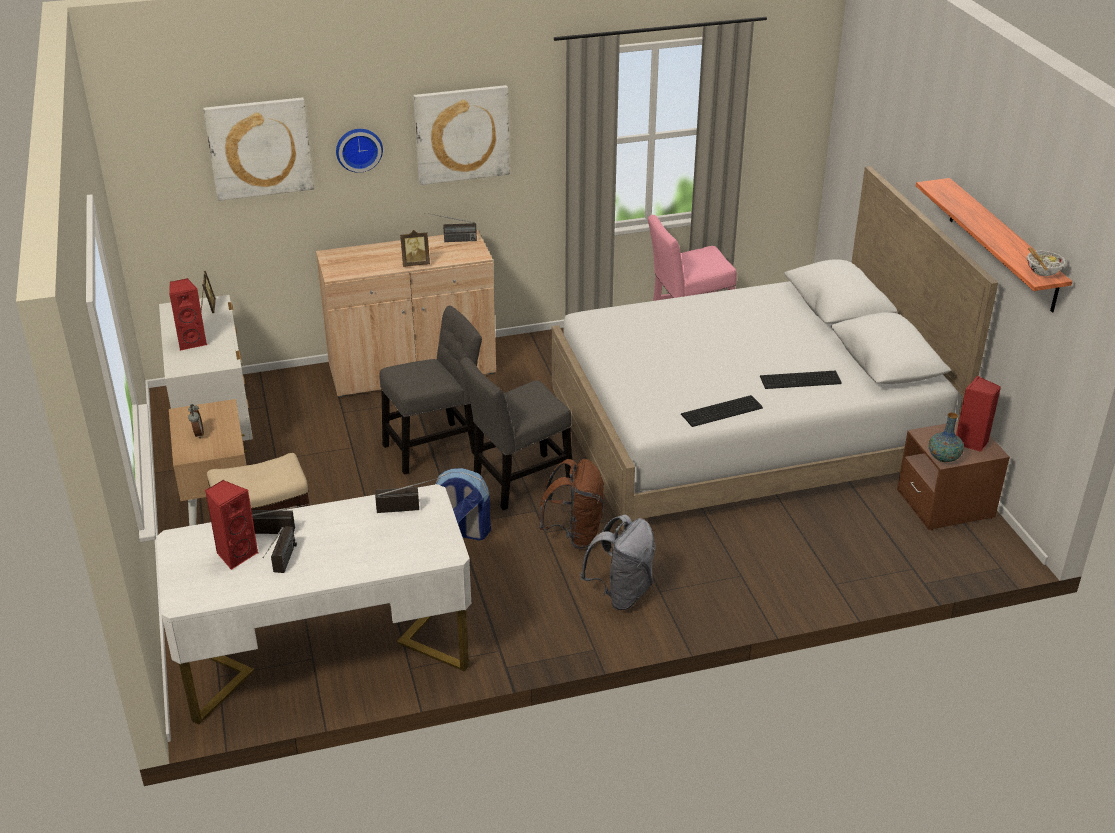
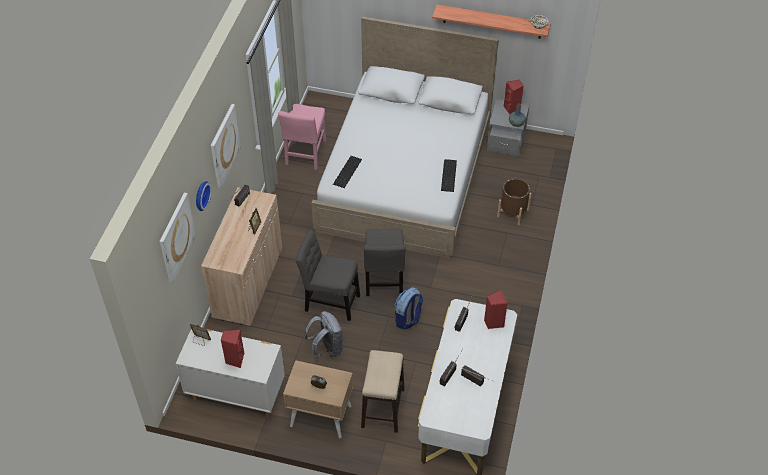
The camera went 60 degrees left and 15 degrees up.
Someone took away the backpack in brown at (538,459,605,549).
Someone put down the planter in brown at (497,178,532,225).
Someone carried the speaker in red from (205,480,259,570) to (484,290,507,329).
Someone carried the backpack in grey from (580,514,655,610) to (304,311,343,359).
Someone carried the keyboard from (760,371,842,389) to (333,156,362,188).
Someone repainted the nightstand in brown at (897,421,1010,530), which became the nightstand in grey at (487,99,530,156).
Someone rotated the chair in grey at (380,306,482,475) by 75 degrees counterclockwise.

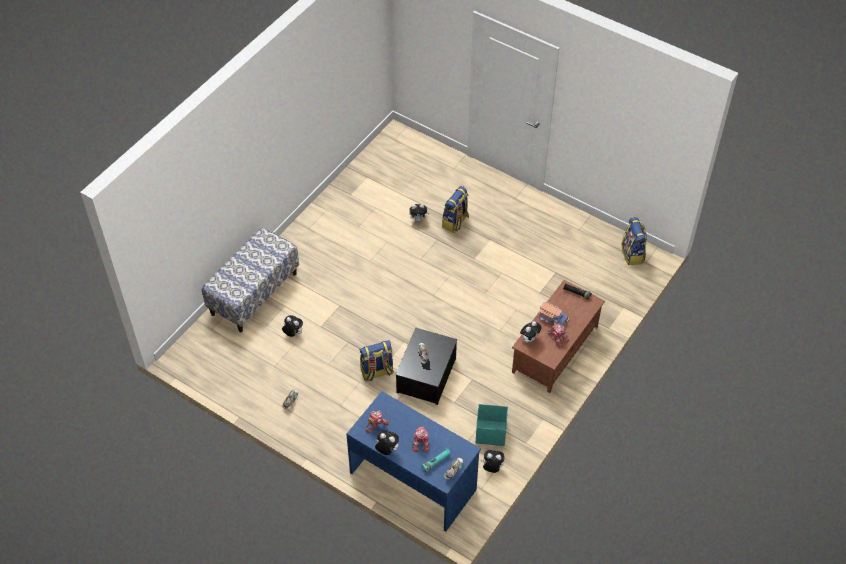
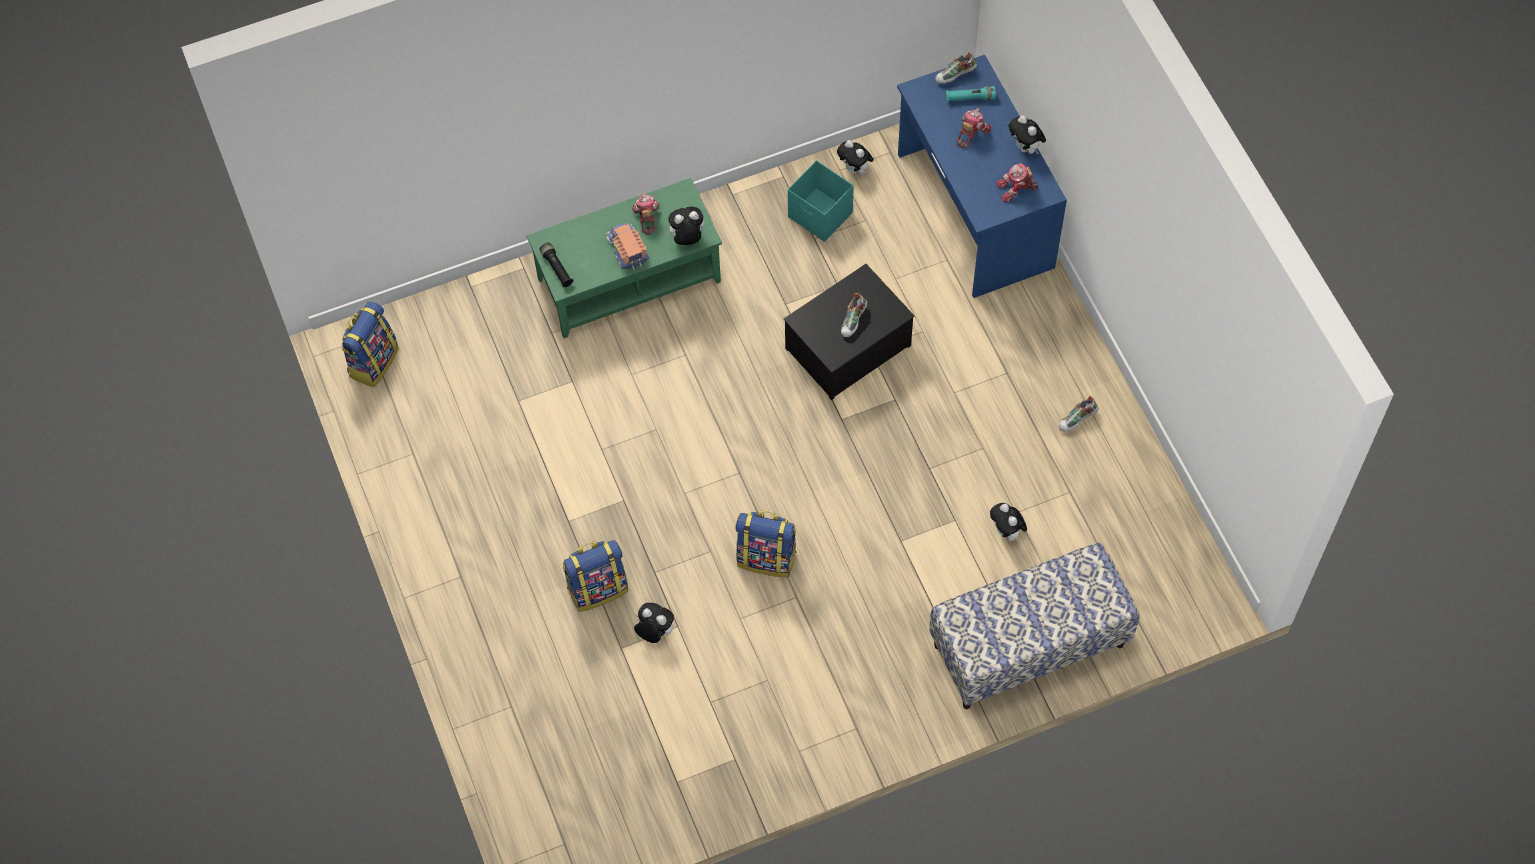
The camera went 145 degrees left and 10 degrees up.
Someone carried the backpack from (360,340,394,382) to (736,511,797,577).
Someone repainted the coffee table in brown at (512,280,605,393), which became the coffee table in green at (527,178,722,338).

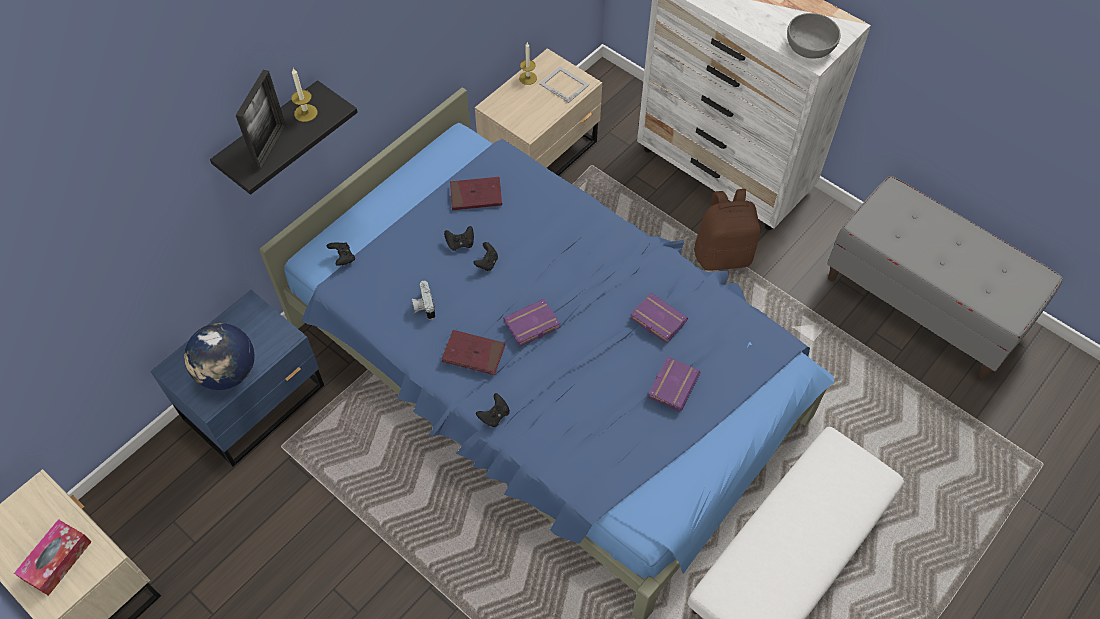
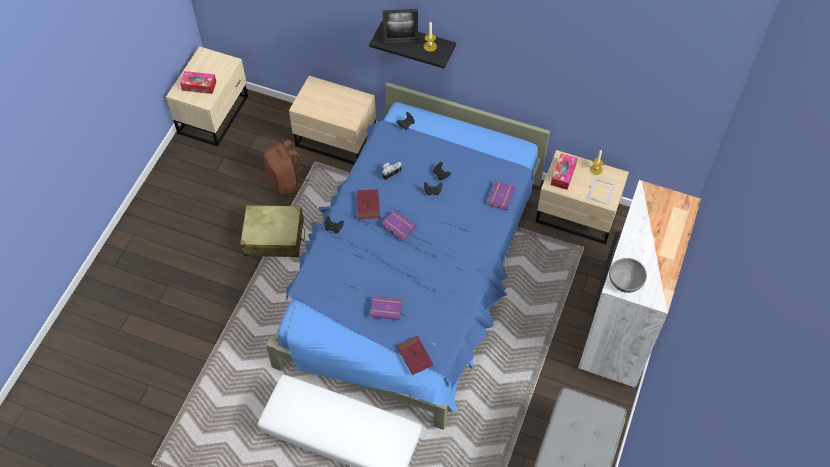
The camera went 70 degrees right and 0 degrees up.
Someone took away the globe at (184,323,255,390).
Someone put down the suitcase in beige at (240,205,305,257).
Someone put down the tissue box at (551,153,578,190).
Someone carried the book in red from (450,177,502,210) to (397,336,433,375).
Someone carried the book in purple from (630,293,688,343) to (487,181,516,210).
Someone carried the backpack in brown from (694,189,760,271) to (263,140,309,196).
Someone repainted the nightstand in blue at (150,290,324,467), which became the nightstand in beige at (289,76,376,164).

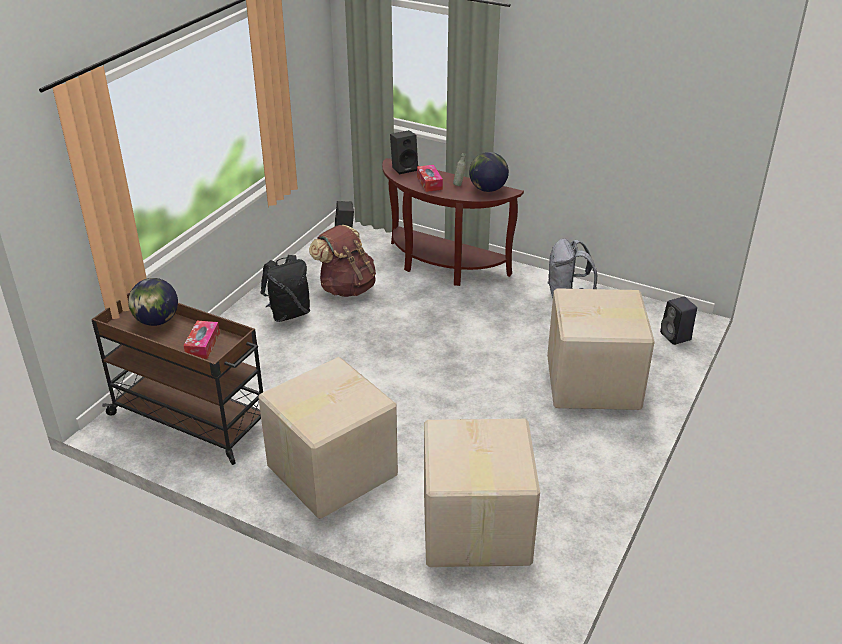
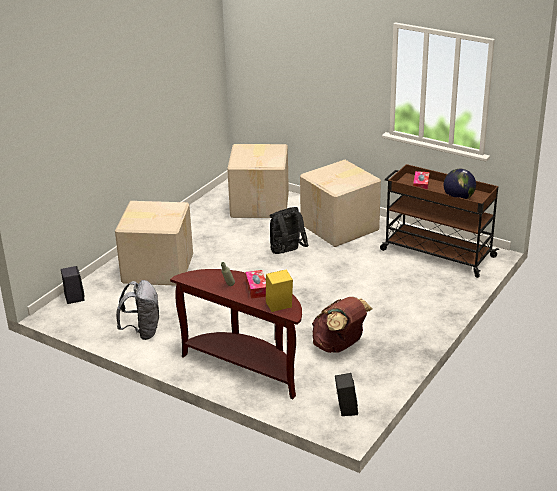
The camera went 175 degrees left and 5 degrees down.
Someone took away the globe at (469,152,509,192).
Someone carried the backpack in black from (261,255,310,322) to (270,207,309,254).
Someone repainted the speaker in black at (390,130,418,175), which became the speaker in yellow at (266,269,293,312).

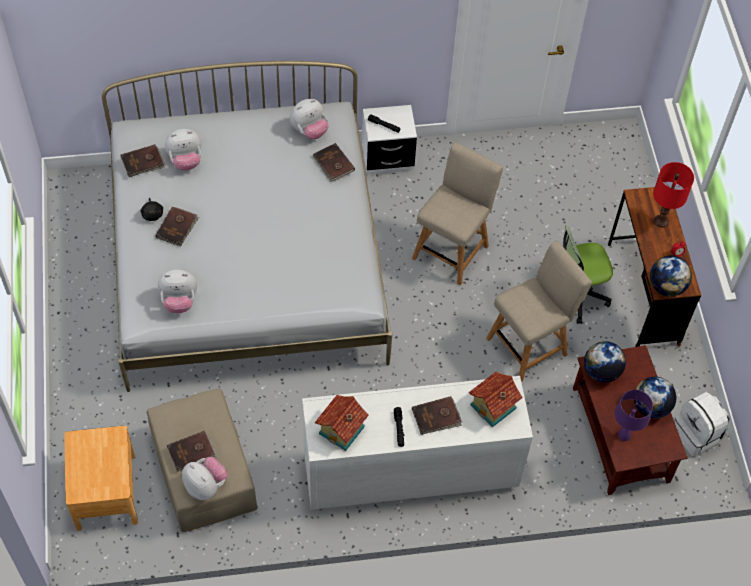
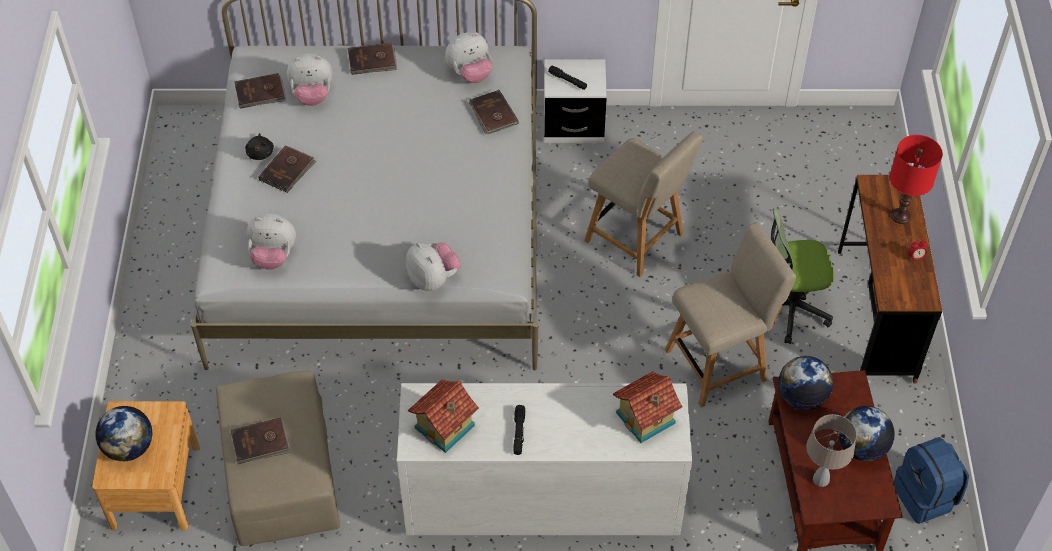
The camera went 10 degrees right and 5 degrees down.
Someone carried the plush toy from (182,457,228,500) to (406,242,461,291).
Someone carried the book in brown from (412,396,462,435) to (348,43,397,75).
Someone carried the globe from (650,255,692,297) to (95,406,152,461).
Someone repainted the table lamp in purple at (614,390,653,441), which became the table lamp in beige at (806,414,857,487).
Someone repainted the backpack in white at (675,392,731,457), which became the backpack in blue at (894,437,969,524).
Someone rotated the chair in beige at (412,142,503,285) by 90 degrees clockwise.

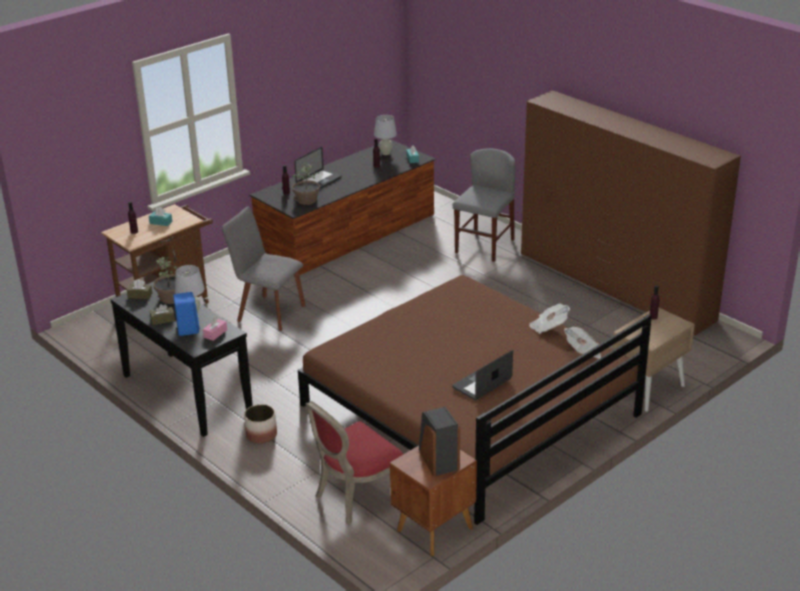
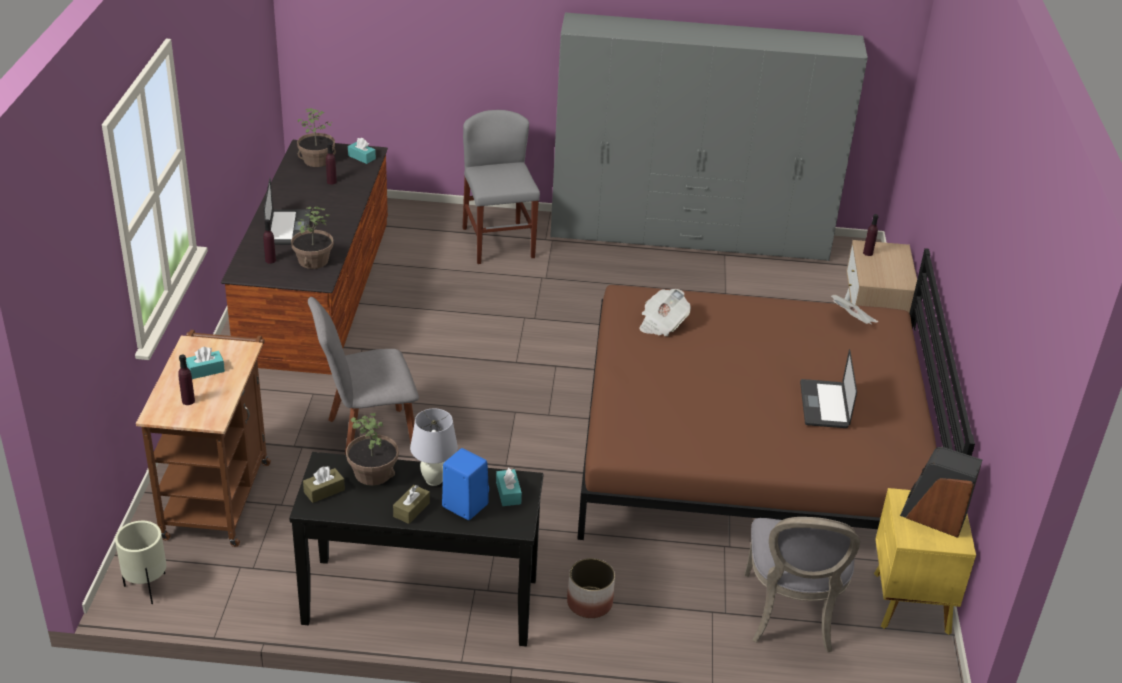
The camera went 45 degrees left and 5 degrees up.
Someone put down the planter in beige at (115,521,166,604).
Someone carried the newspaper from (529,304,570,334) to (639,289,691,336).
Someone swapped the table lamp in white at (374,115,397,155) for the potted plant at (297,108,336,167).
Someone repainted the tissue box in pink at (203,317,227,341), which became the tissue box in turquoise at (496,468,522,506).
Someone repainted the chair in red at (305,401,403,524), which became the chair in grey at (745,517,860,652).
Someone repainted the nightstand in brown at (390,445,477,556), which became the nightstand in yellow at (874,488,976,635).
Someone repainted the wardrobe in brown at (521,90,741,336), which became the wardrobe in grey at (550,12,868,261).

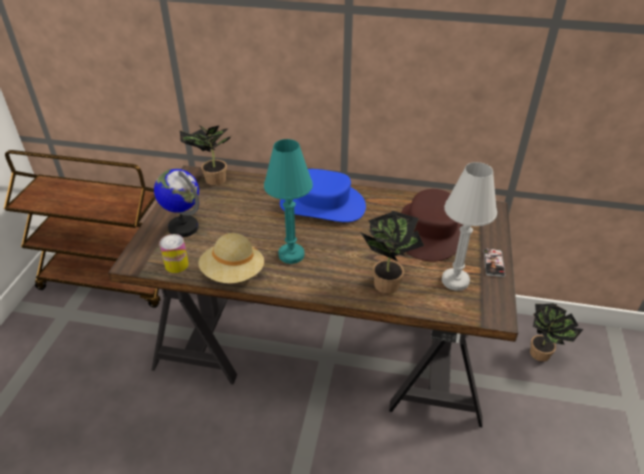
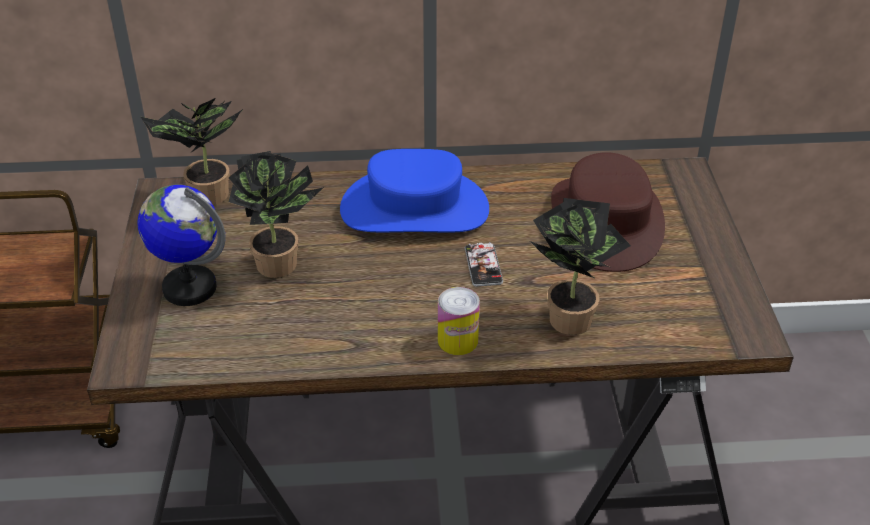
The camera went 15 degrees left and 0 degrees up.
Someone took away the hat in beige at (198,233,264,283).
Someone took away the table lamp in turquoise at (264,139,313,264).
Someone took away the table lamp in white at (442,162,497,291).
Someone carried the can from (159,234,189,273) to (438,287,480,355).
Someone carried the phone from (483,249,506,277) to (465,242,503,287).
Someone carried the potted plant from (530,303,584,362) to (228,151,324,278).

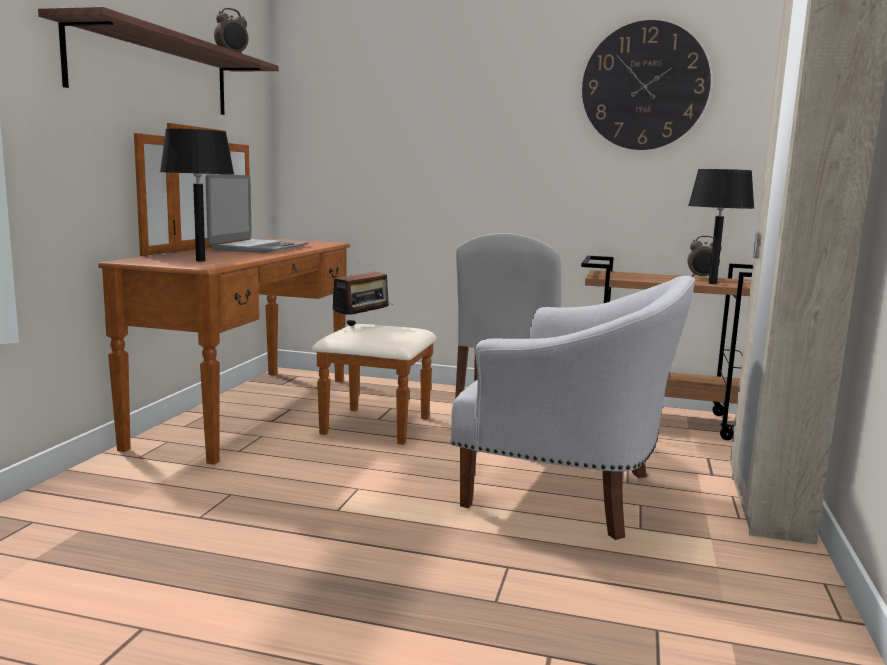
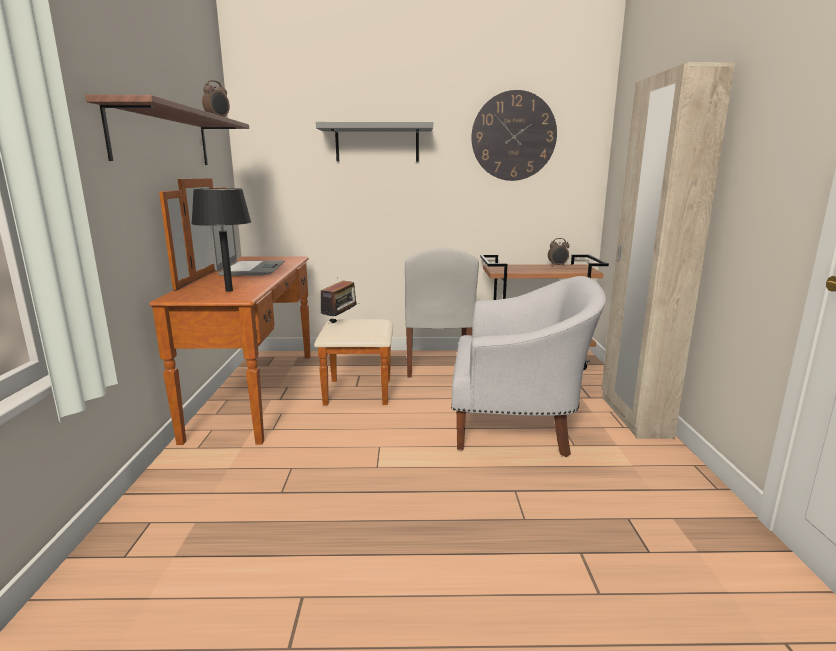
The camera went 15 degrees left and 5 degrees up.
Someone took away the table lamp in black at (688,169,754,284).
Someone put up the shelf in grey at (316,122,433,162).

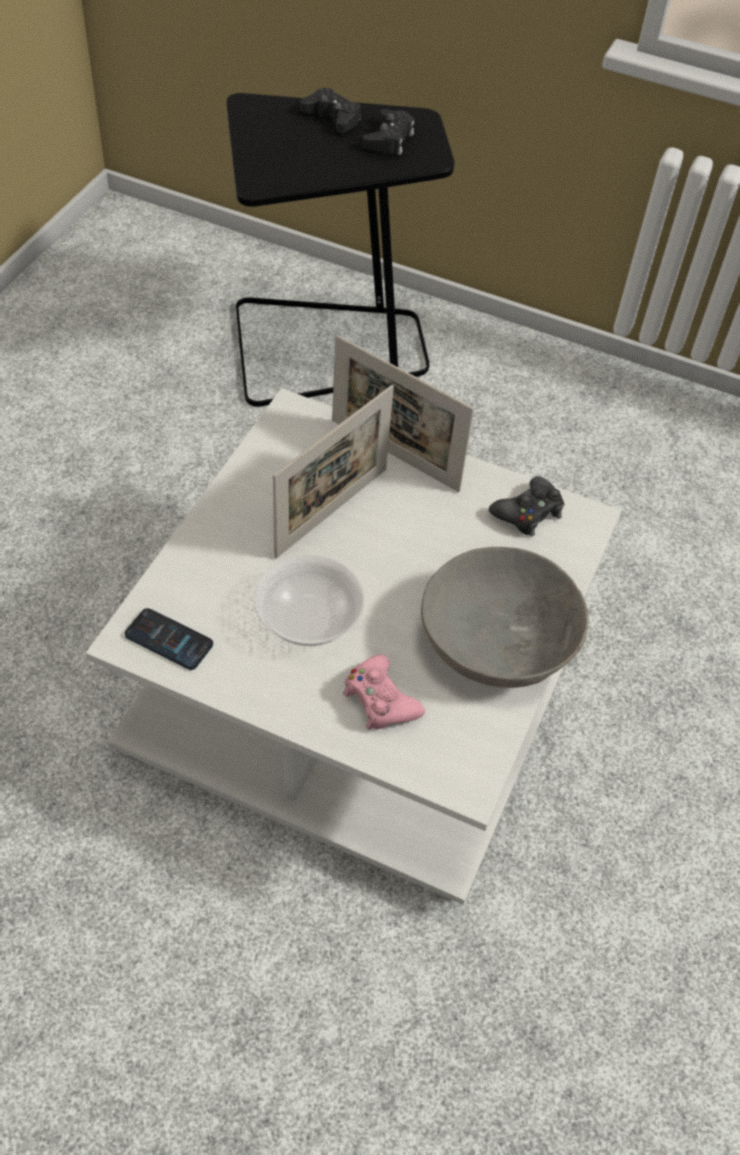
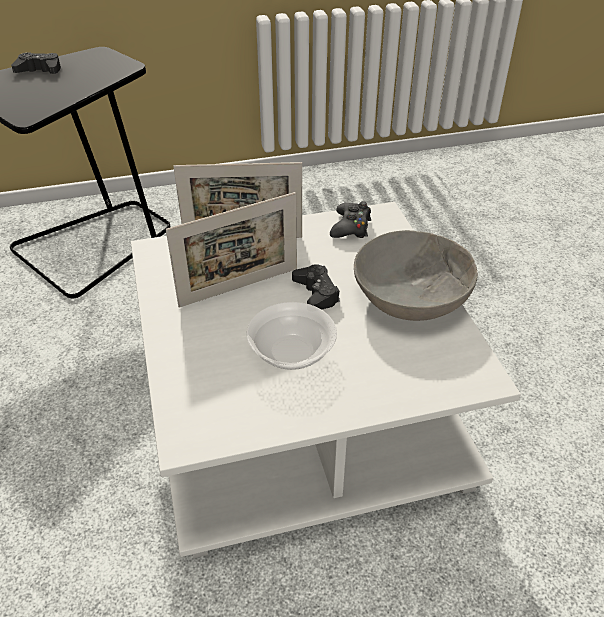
The camera went 35 degrees left and 10 degrees down.
Someone took away the phone at (125,608,213,670).
Someone took away the game controller in pink at (343,654,425,729).
Someone carried the game controller in black from (362,109,414,155) to (292,264,340,310).
Someone rotated the picture frame at (273,385,394,558) by 60 degrees clockwise.

